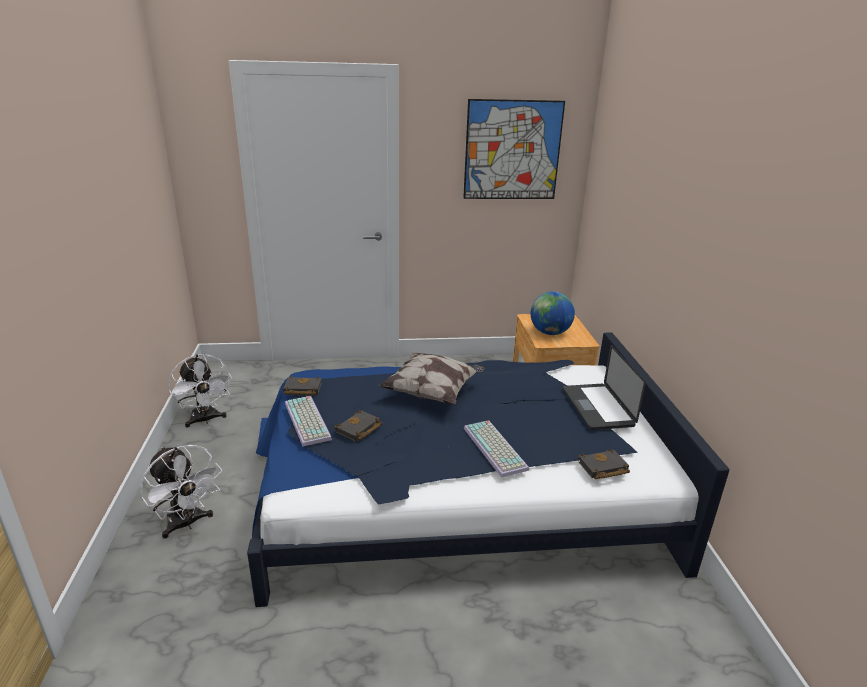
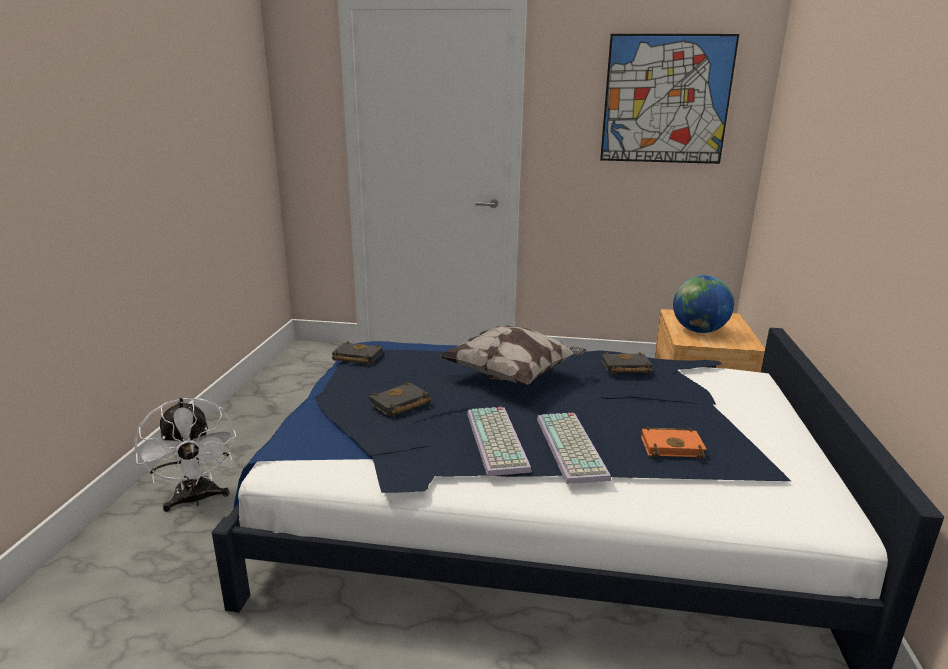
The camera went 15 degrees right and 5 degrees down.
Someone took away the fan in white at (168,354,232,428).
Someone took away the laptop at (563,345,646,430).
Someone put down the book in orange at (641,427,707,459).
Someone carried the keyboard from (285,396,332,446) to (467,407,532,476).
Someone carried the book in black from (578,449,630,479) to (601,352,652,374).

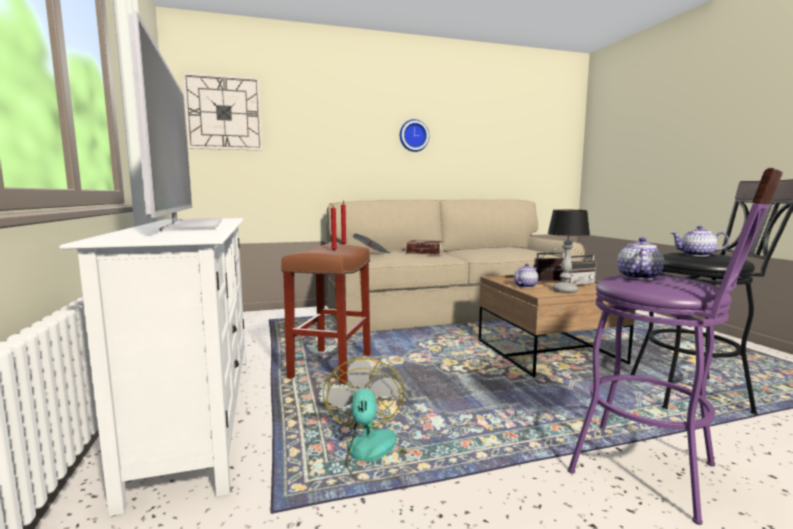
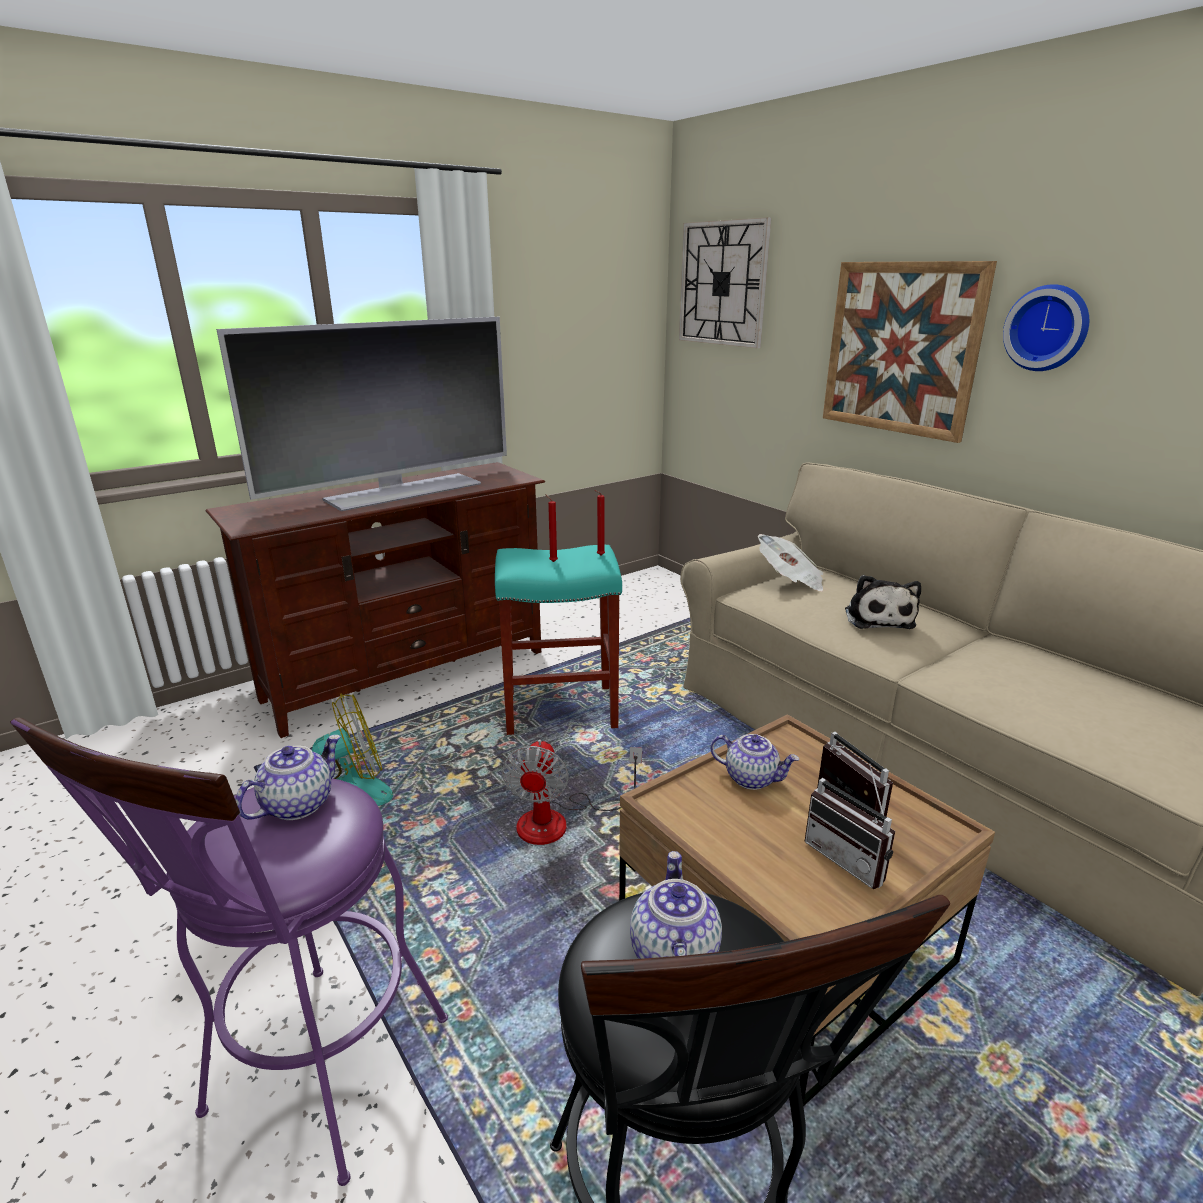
The camera went 70 degrees right and 15 degrees up.
Someone took away the table lamp at (548,210,590,293).
Someone put down the fan at (502,740,642,845).
Someone put up the picture at (823,261,997,443).
Someone swapped the book at (405,240,445,255) for the plush toy at (845,575,921,629).
Someone repainted the tv stand in white at (59,218,246,516), which became the tv stand in brown at (205,462,545,738).
Someone repainted the stool in brown at (281,244,371,384), which became the stool in turquoise at (495,545,622,735).
Someone rotated the teapot at (617,237,664,280) by 60 degrees counterclockwise.

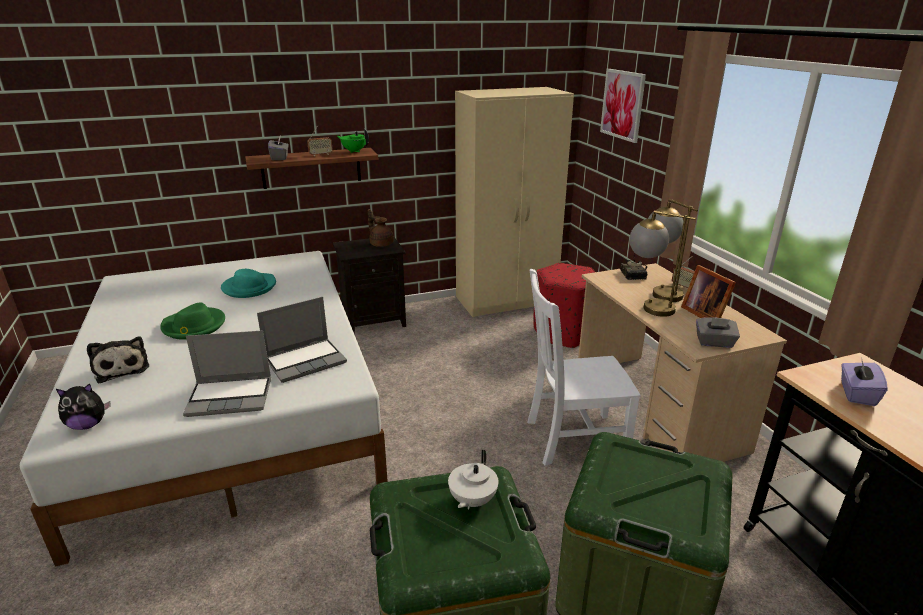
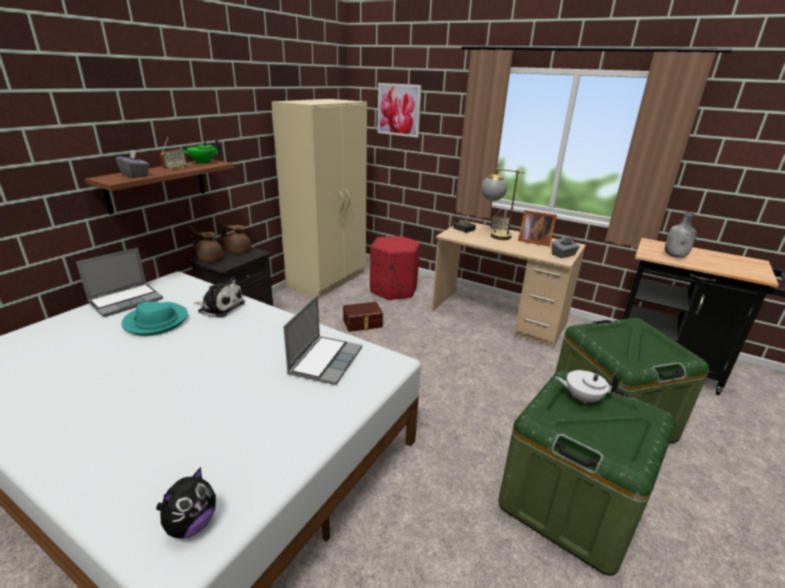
The camera went 40 degrees left and 0 degrees up.
Someone took away the hat in green at (160,303,225,340).
Someone took away the chair in white at (528,269,641,466).
Someone took away the table lamp at (629,210,696,317).
Someone put down the teapot in brown at (189,226,224,262).
Someone put down the storage box in brown at (343,302,383,332).
Someone carried the plush toy from (87,337,149,383) to (194,277,245,318).
Someone carried the laptop from (183,330,271,417) to (76,248,163,317).
Someone swapped the tissue box in purple at (841,357,887,406) for the bottle in grey at (665,212,697,257).
Someone rotated the teapot in white at (448,449,498,510) by 120 degrees clockwise.

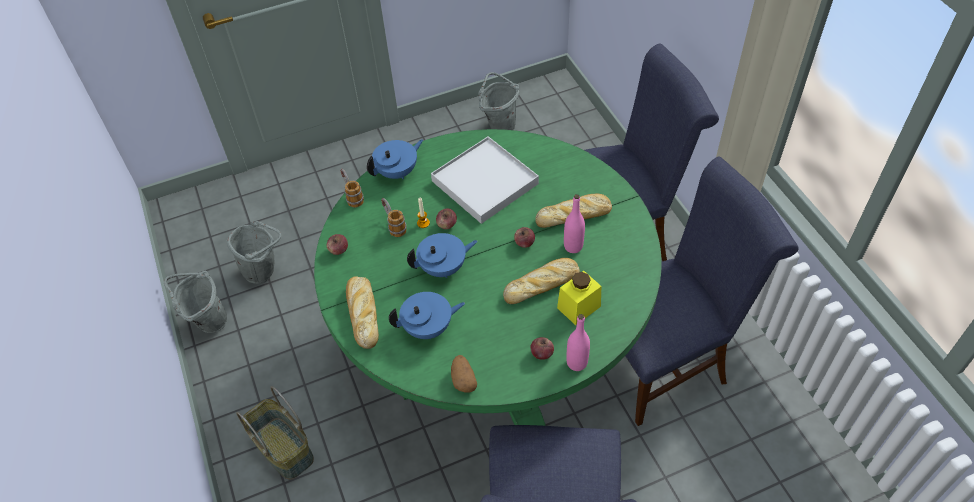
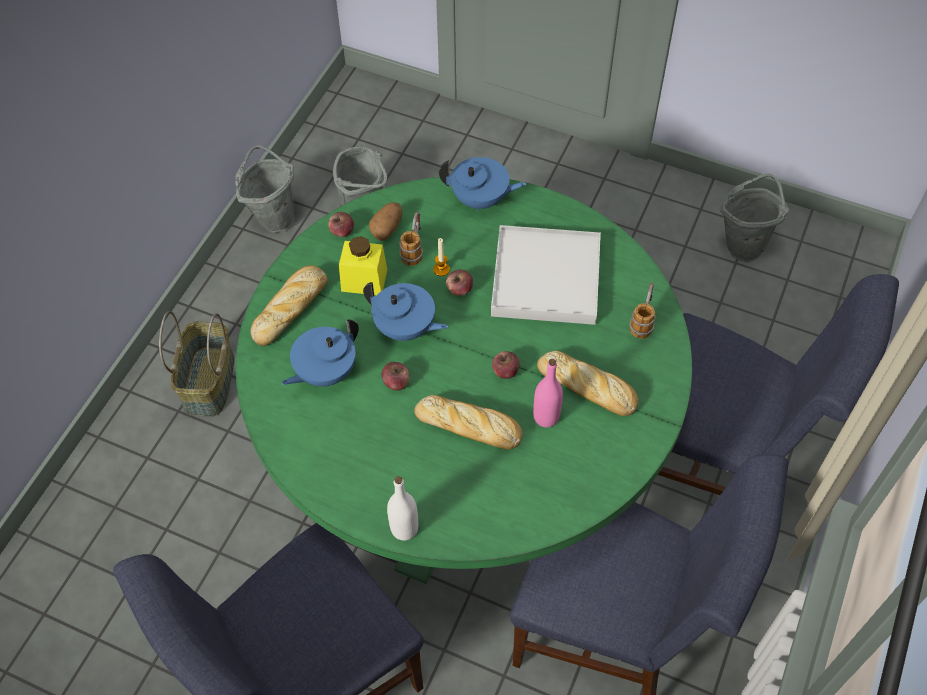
The camera went 45 degrees right and 5 degrees up.
Someone carried the mug from (340,169,364,207) to (629,283,656,339).
Someone carried the potato from (451,355,477,393) to (369,202,402,241).
Someone carried the apple from (530,337,554,360) to (381,362,410,391).
Someone carried the jar in yellow from (557,271,601,325) to (339,236,387,295).
Someone repainted the bottle in pink at (566,314,590,371), which became the bottle in white at (387,476,418,541).
Someone rotated the teapot in blue at (389,292,465,339) by 105 degrees clockwise.

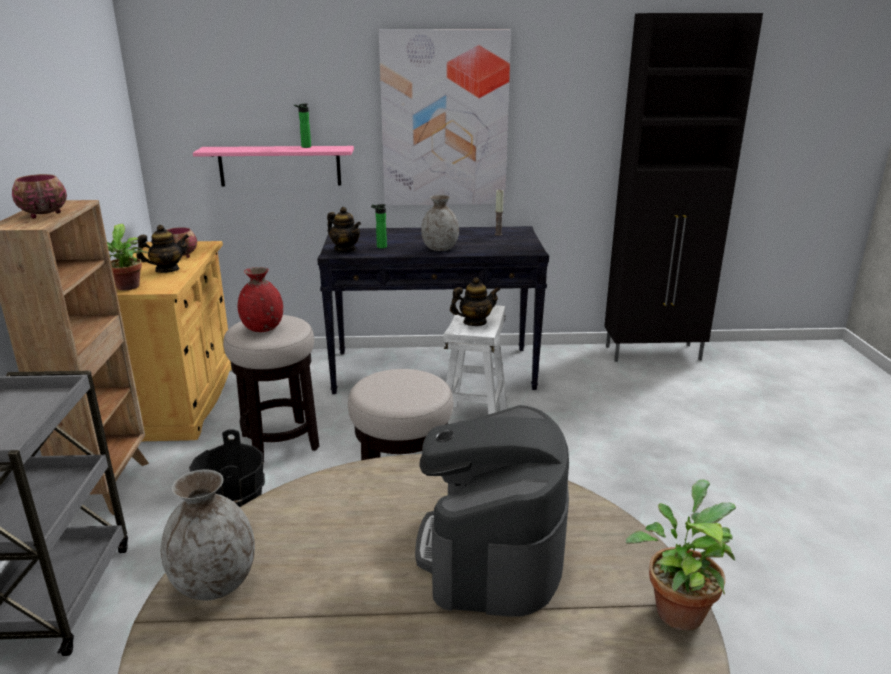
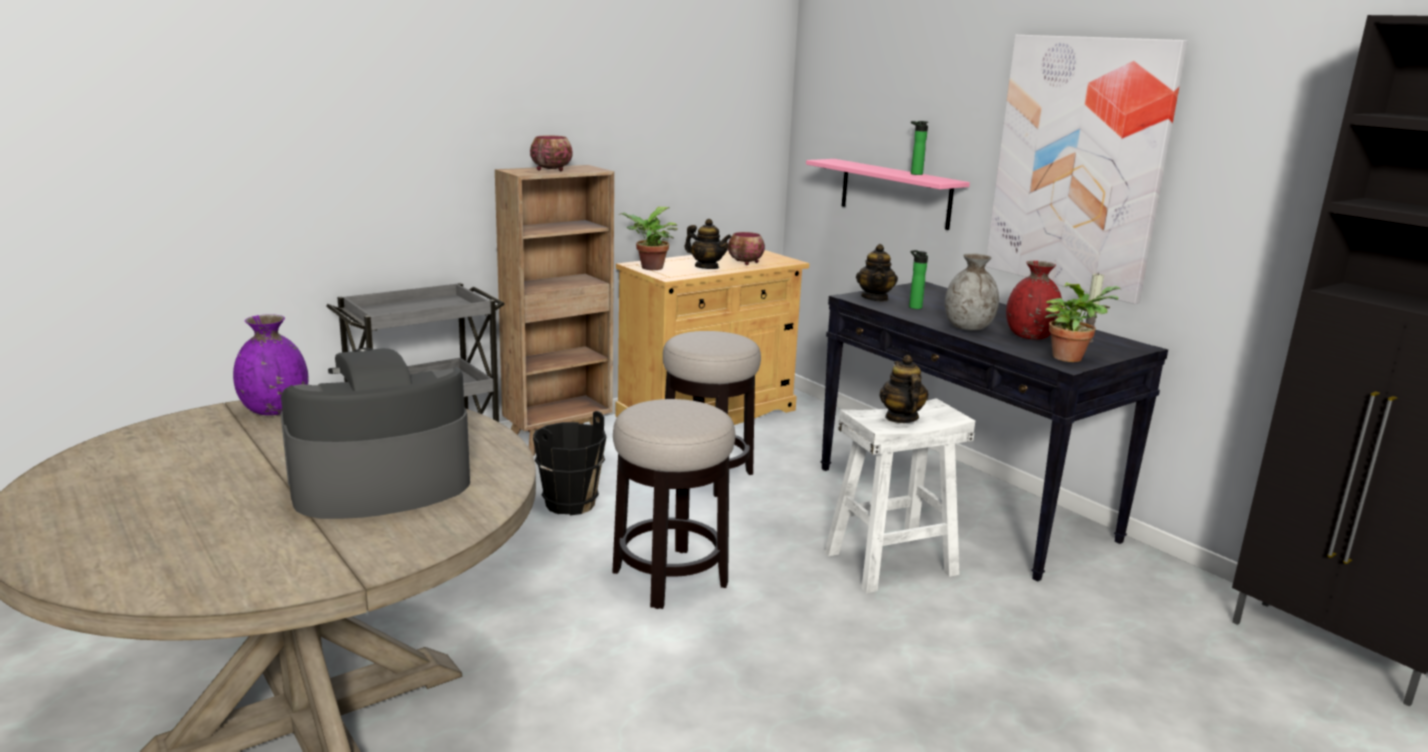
The camera went 55 degrees right and 5 degrees down.
Someone carried the vase in red from (238,267,283,332) to (1006,261,1063,340).
Someone carried the potted plant from (626,480,736,631) to (1045,282,1121,362).
Someone repainted the vase in grey at (161,469,255,601), which became the vase in purple at (233,314,308,415).
Someone rotated the teapot at (450,277,500,326) by 135 degrees counterclockwise.

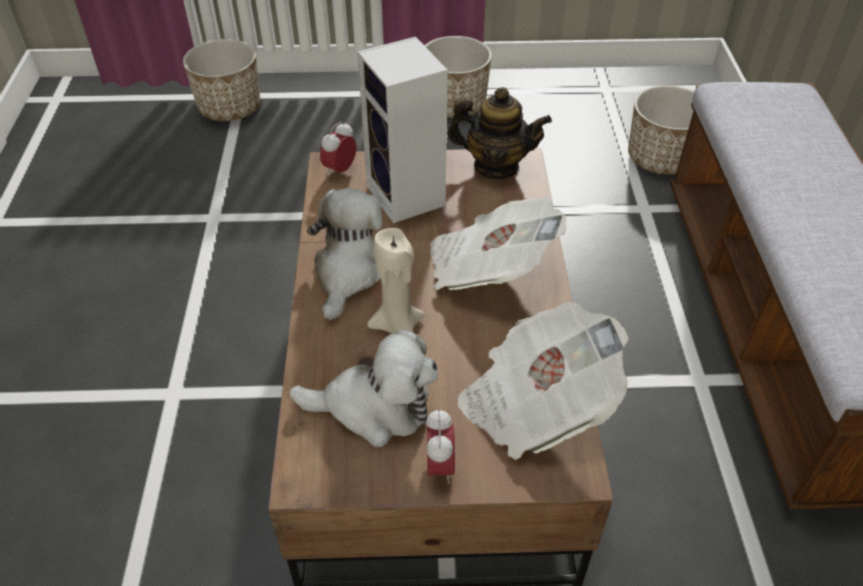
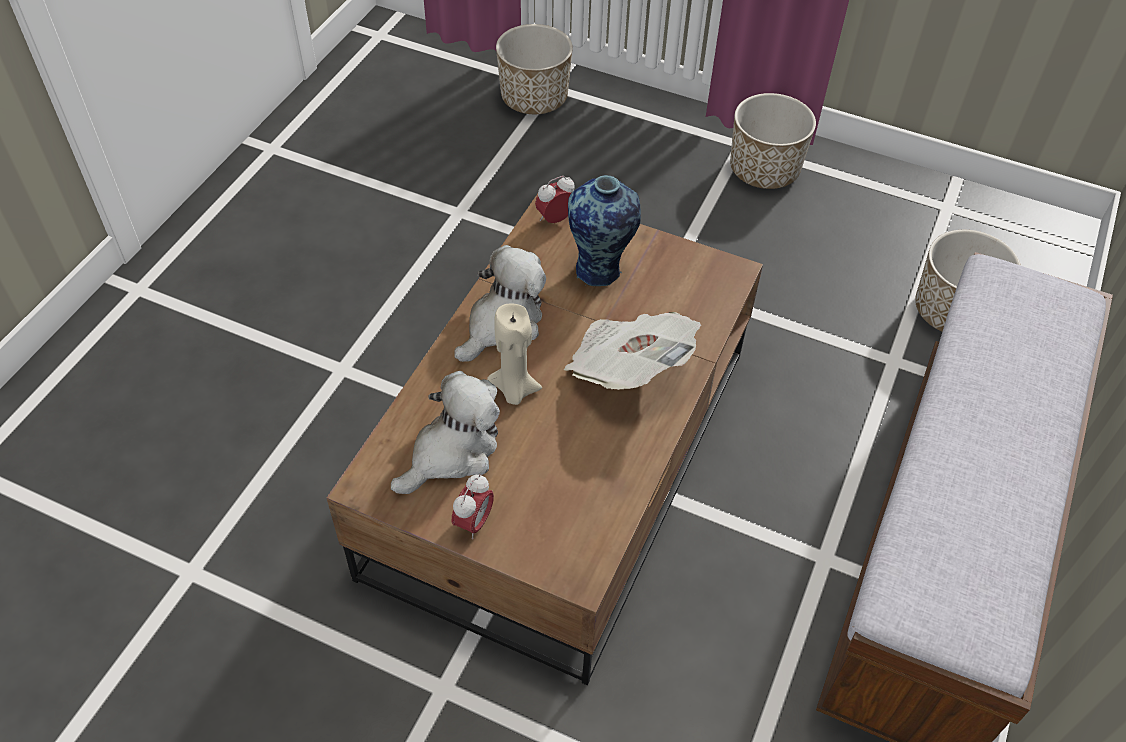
The camera went 25 degrees right and 5 degrees up.
Someone took away the teapot at (447,87,552,179).
Someone took away the newspaper at (458,302,629,460).
Someone swapped the speaker at (357,37,448,223) for the vase at (568,175,641,286).
Someone rotated the plush toy at (289,329,438,447) by 75 degrees counterclockwise.

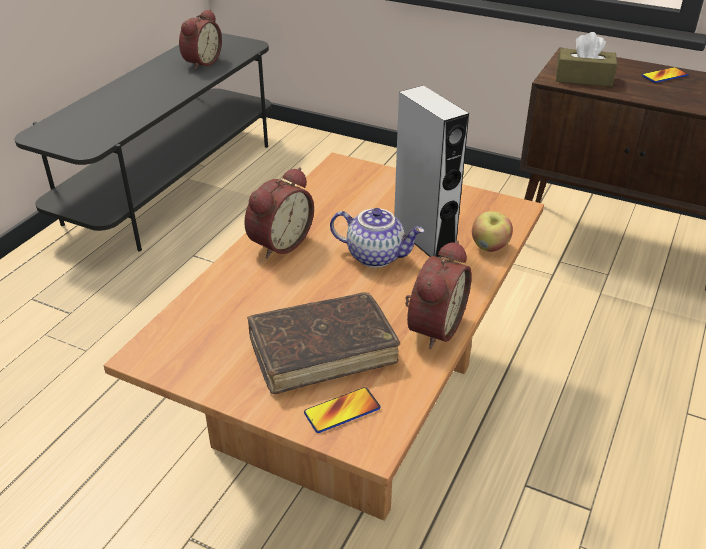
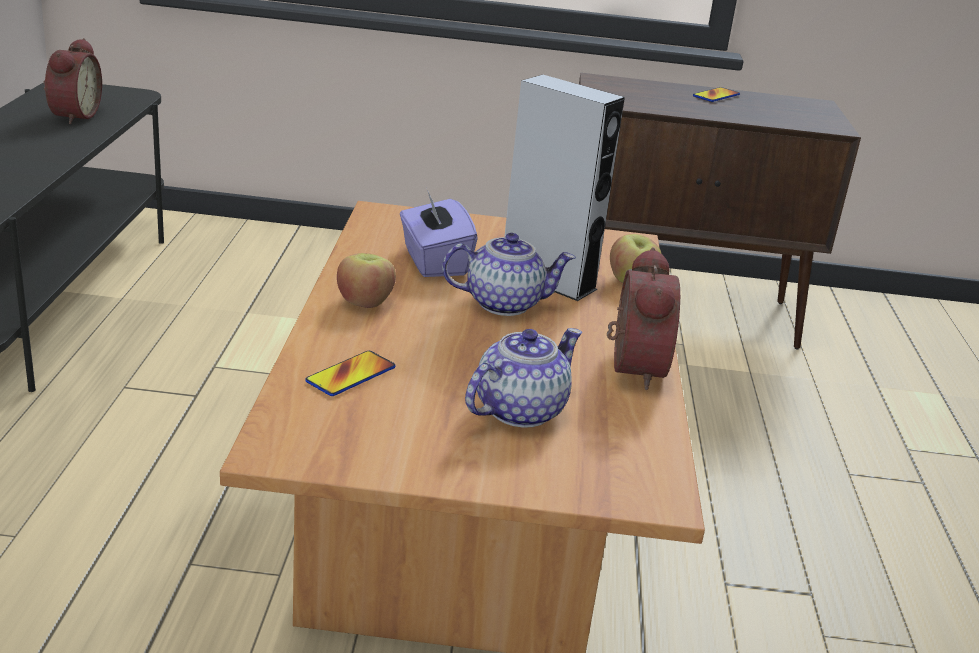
The camera went 25 degrees left and 10 degrees down.
Someone took away the tissue box in brown at (556,32,617,87).
Someone put down the tissue box in purple at (400,187,478,277).
Someone carried the phone from (304,387,380,433) to (305,351,396,396).
Someone swapped the alarm clock at (244,167,314,259) for the apple at (337,253,396,308).
Someone swapped the book in brown at (247,292,400,394) for the teapot at (465,328,582,428).

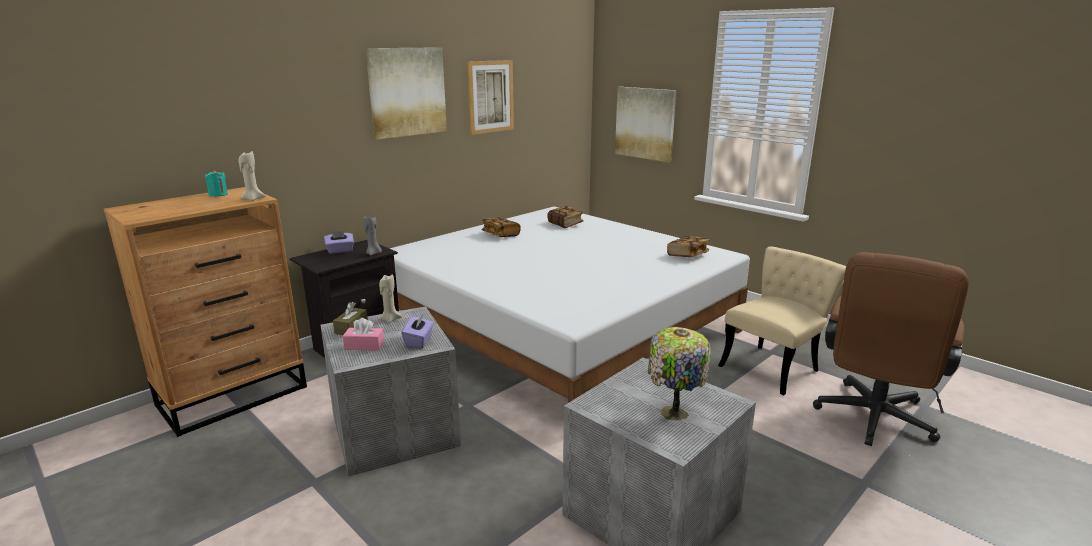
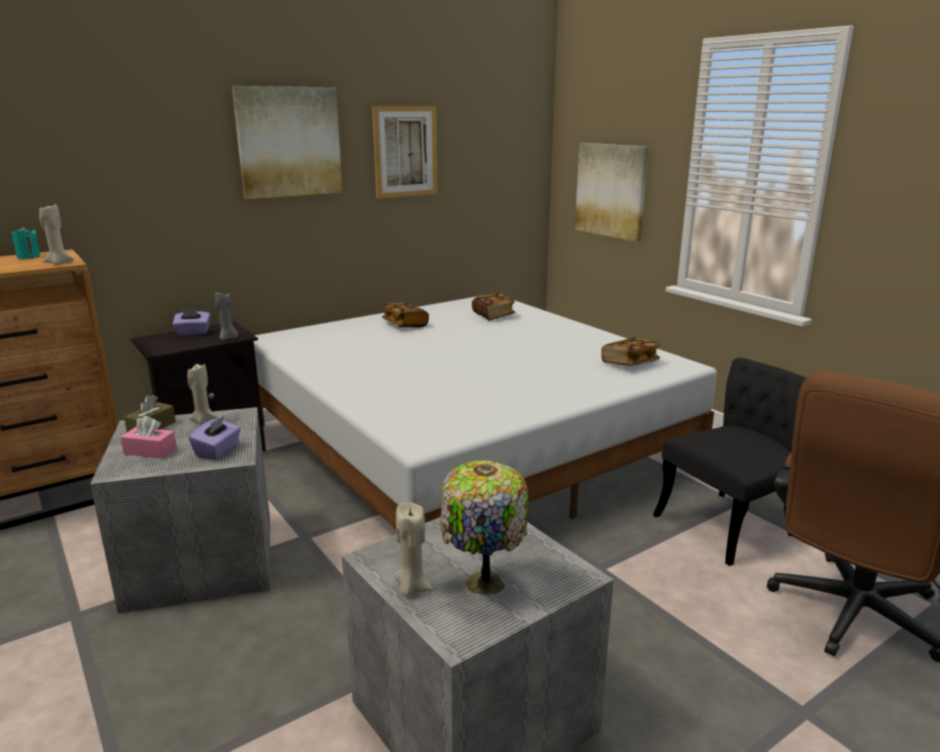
The camera went 10 degrees right and 0 degrees up.
Someone put down the candle in beige at (395,502,433,596).
Someone repainted the chair in beige at (718,247,846,395), which became the chair in black at (653,358,806,566).

